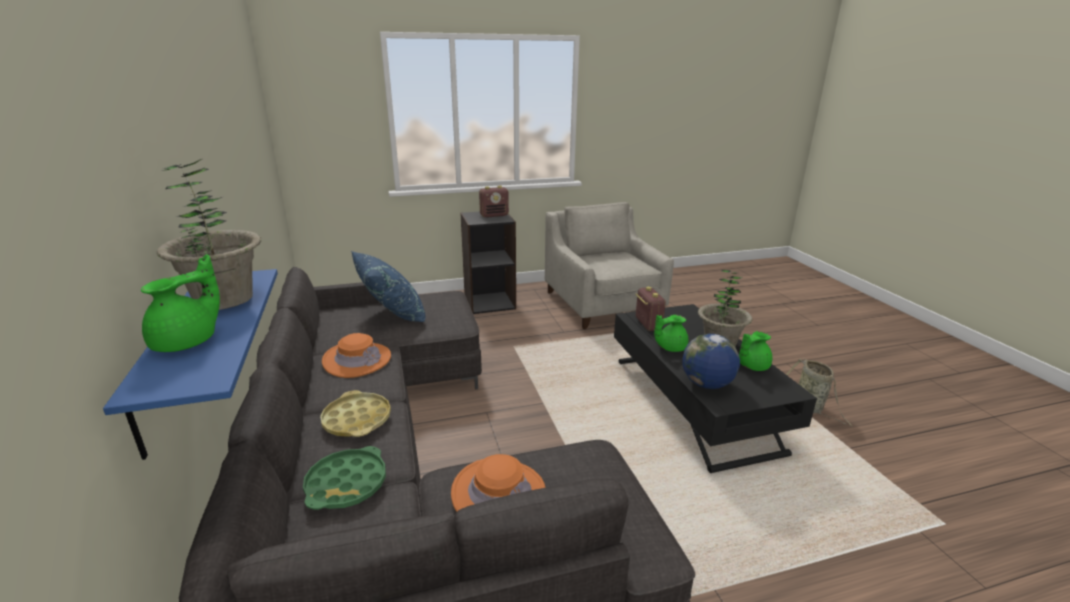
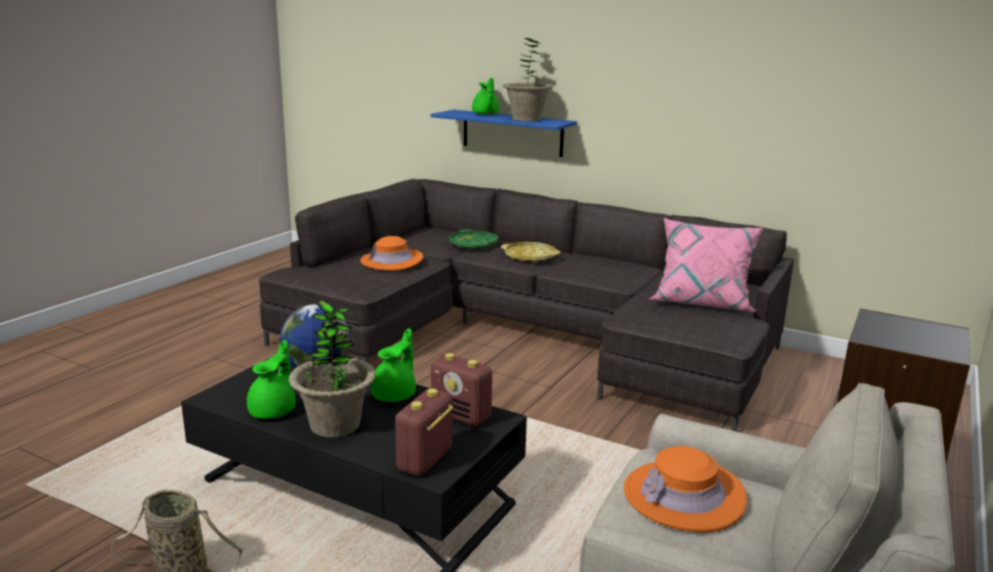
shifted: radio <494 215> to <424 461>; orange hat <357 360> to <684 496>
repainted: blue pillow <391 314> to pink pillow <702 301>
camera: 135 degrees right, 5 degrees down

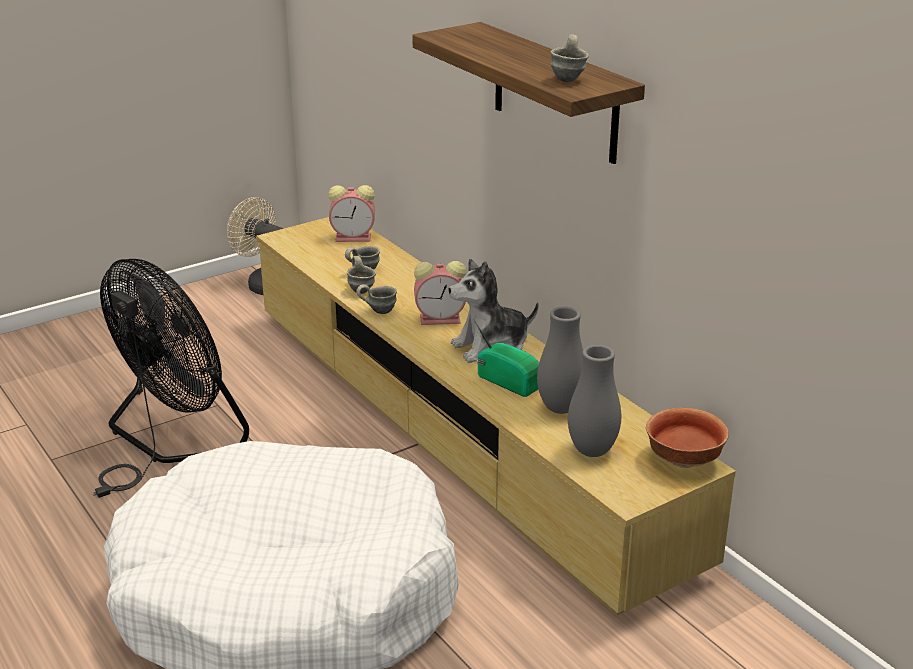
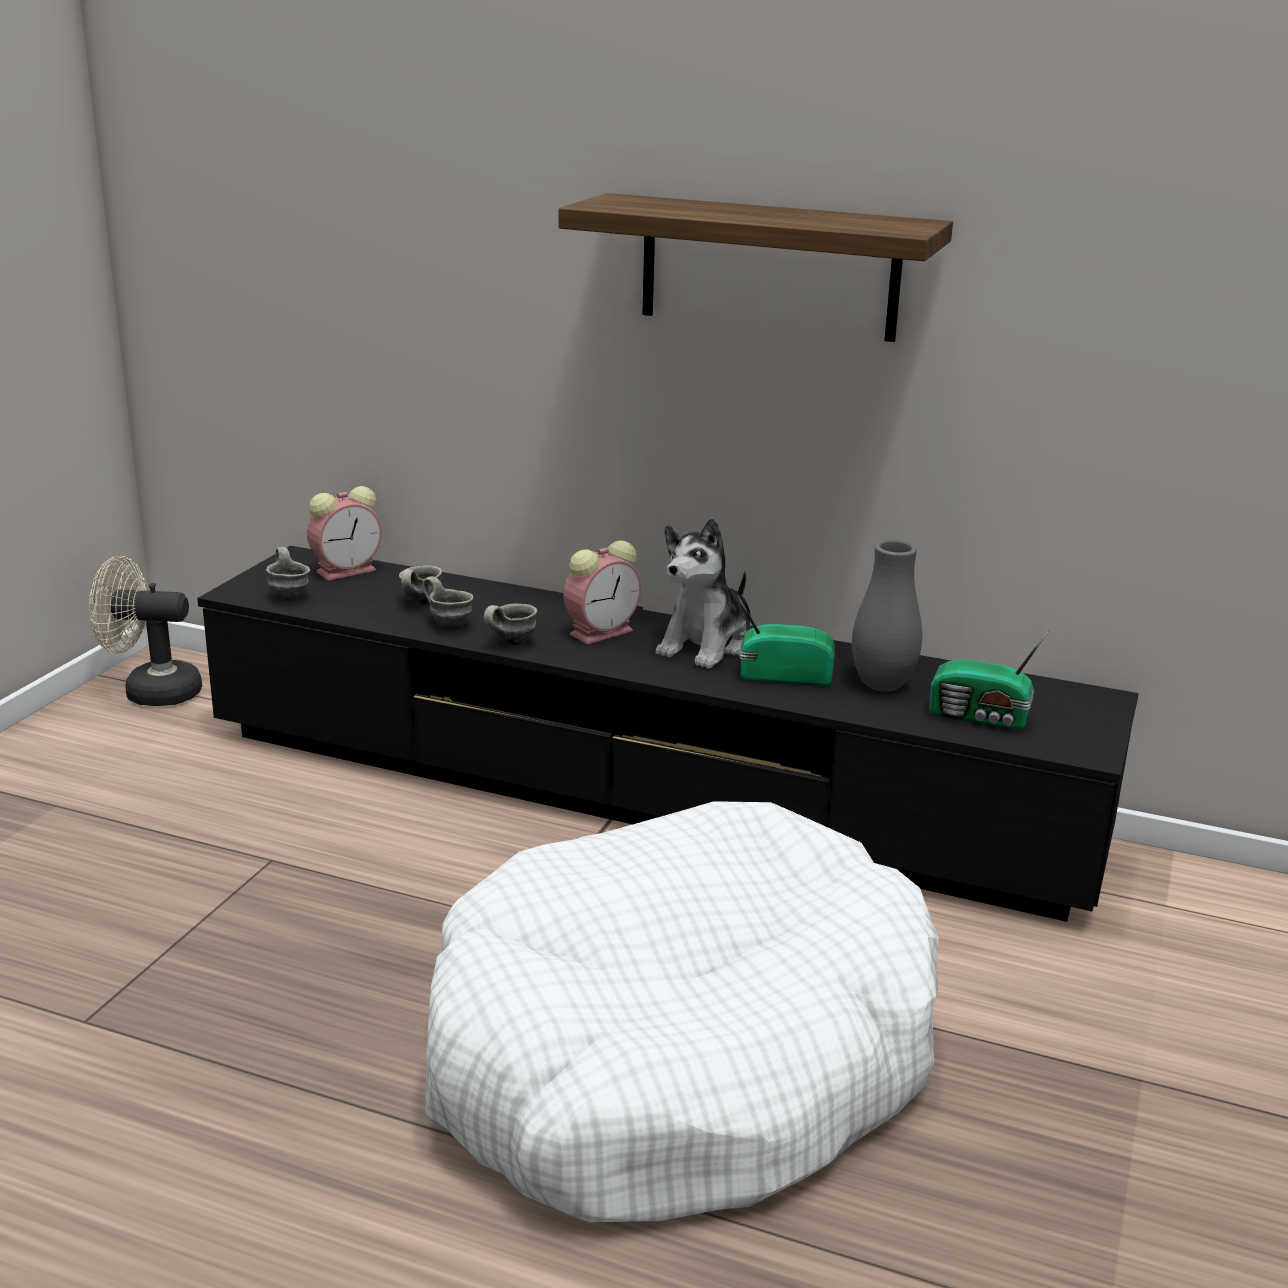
gone: black fan <160 438>; bowl <683 461>
shifted: grey mug <570 79> to <290 595>
swapped: grey vase <592 451> to radio <981 718>
repainted: beige tv stand <457 431> to black tv stand <640 790>
camera: 35 degrees left, 5 degrees down

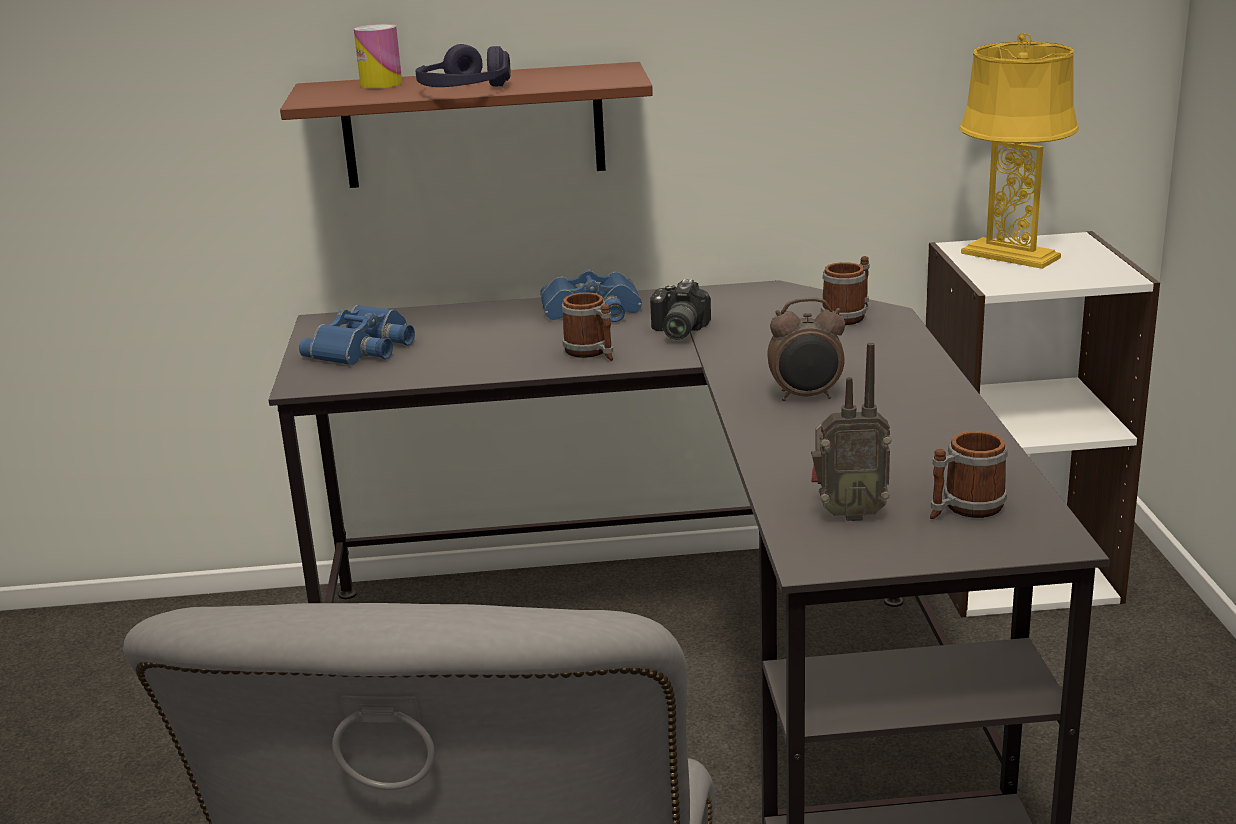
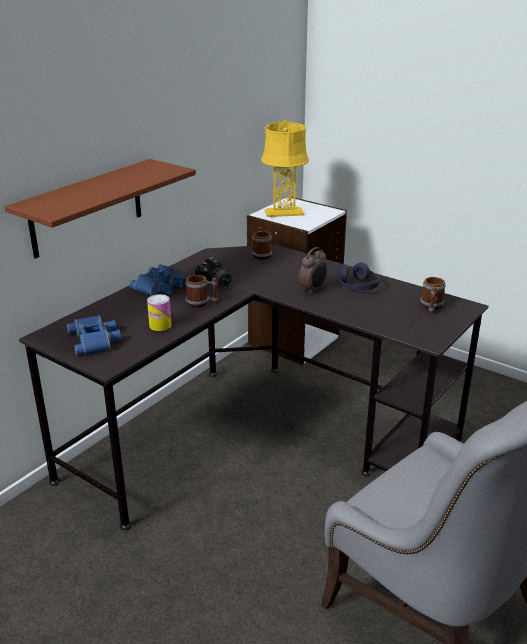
gone: radio <848 514>
shifted: can <381 84> to <160 325>; purple headphones <464 90> to <357 286>
camera: 50 degrees left, 5 degrees up

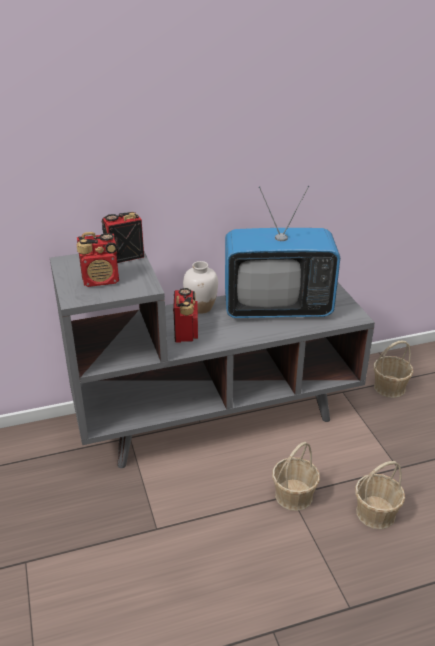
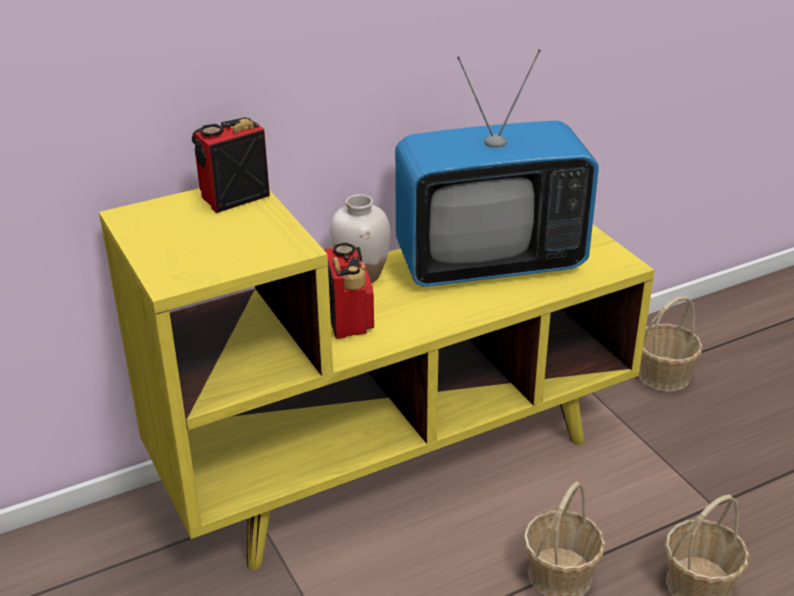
gone: radio <101 280>
repainted: grey tv stand <218 416> to yellow tv stand <399 458>
camera: 10 degrees left, 0 degrees up

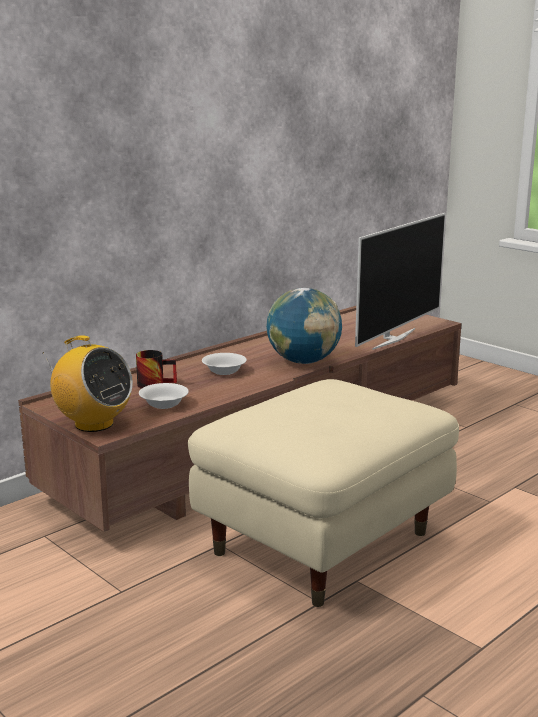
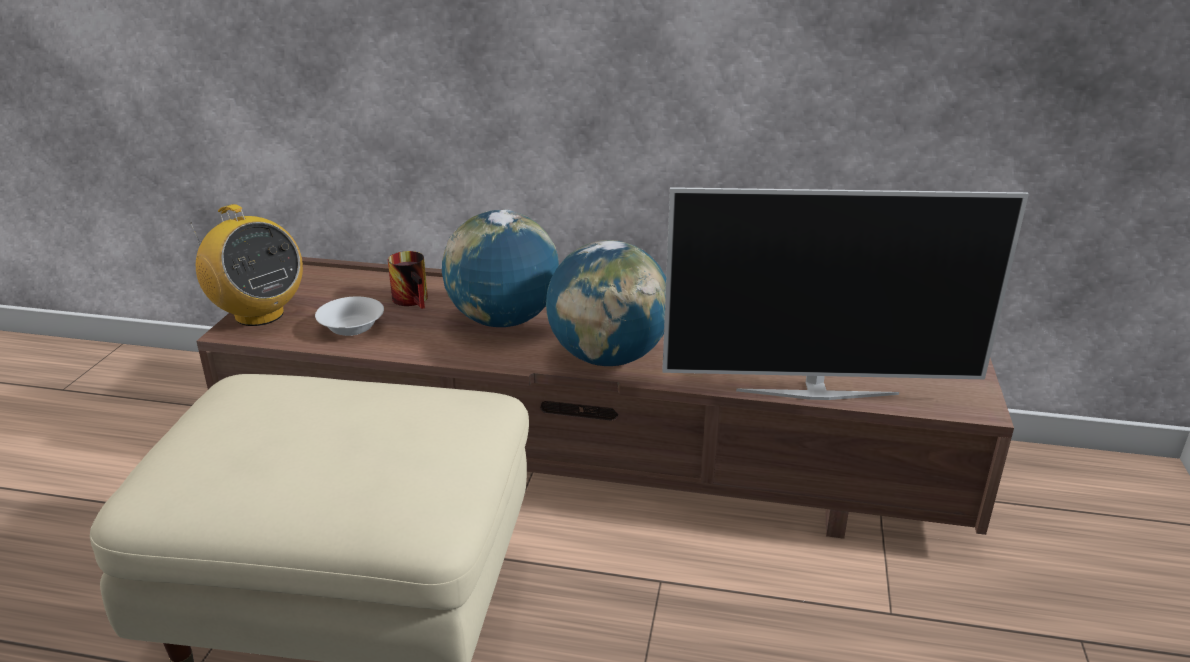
swapped: white bowl <223 371> to globe <503 321>
rotated: radio <93 424> = <258 314> 45 degrees counterclockwise
camera: 55 degrees right, 10 degrees up

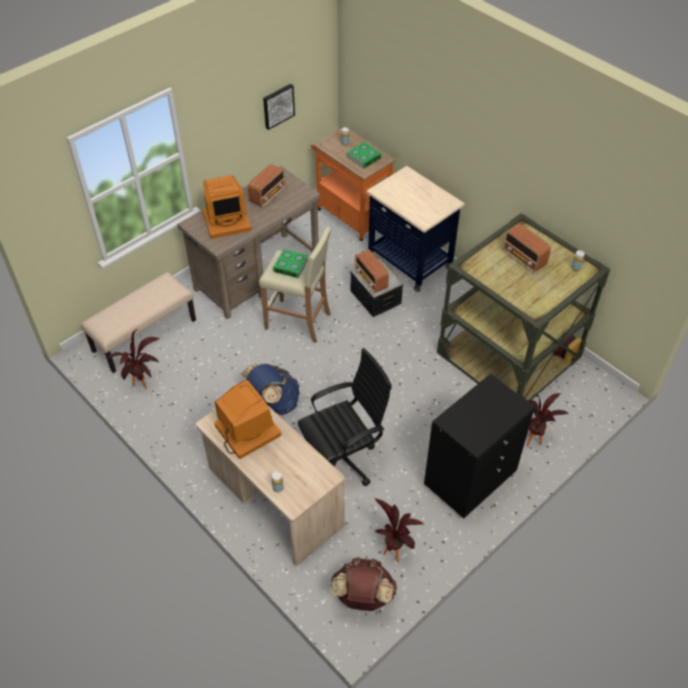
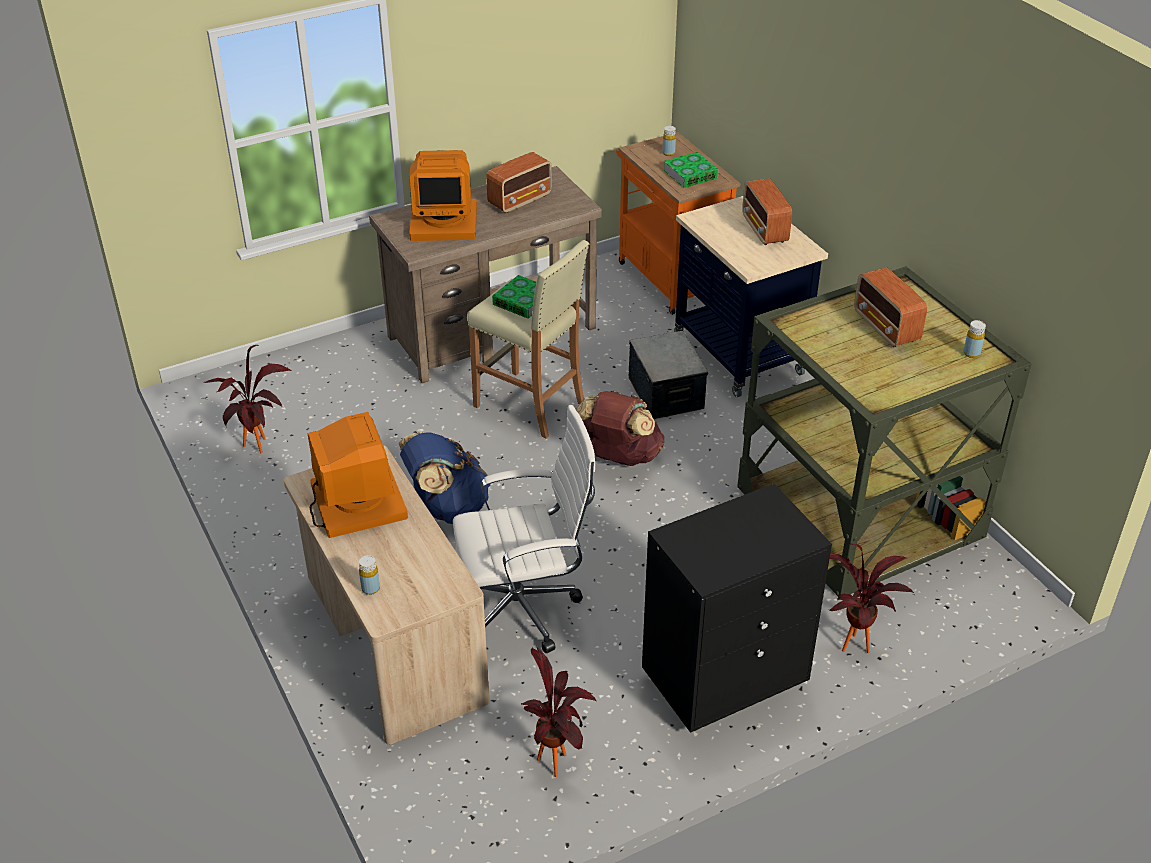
gone: beige bench <144 335>; picture <278 105>
shifted: brown backpack <363 596> to <619 457>; radio <371 280> to <764 230>
repainted: black office chair <343 460> to white office chair <524 609>
camera: 15 degrees right, 10 degrees down

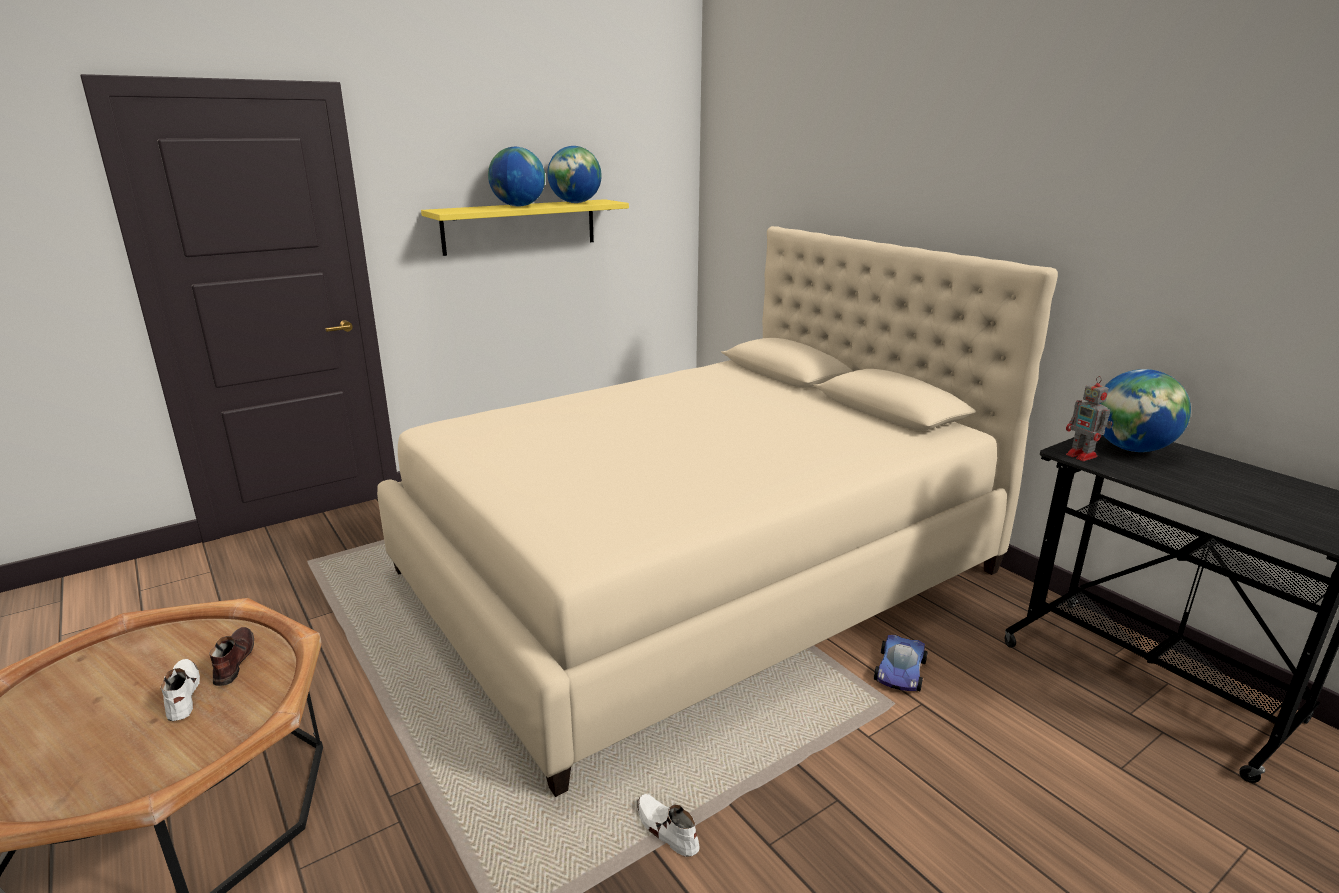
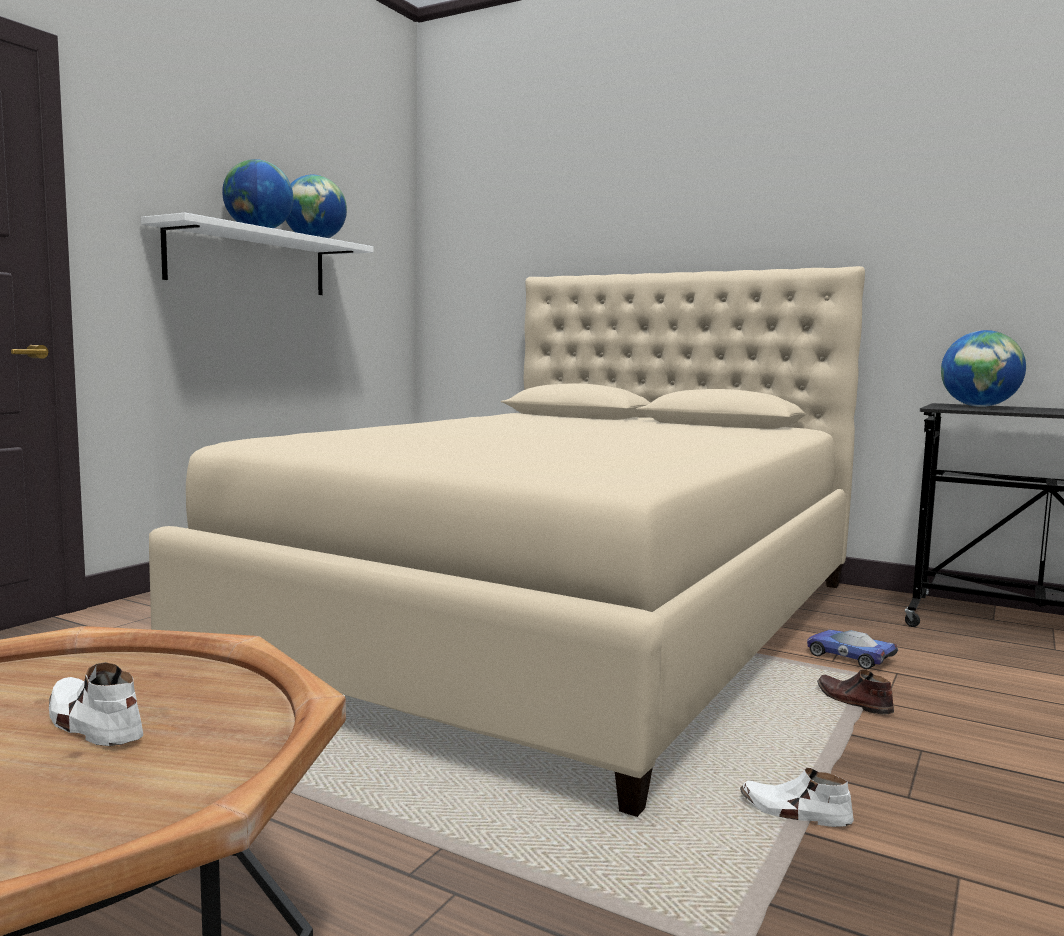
gone: toy robot <1083 456>
shifted: brown shoe <233 661> to <853 702>
repainted: yellow shelf <520 226> to white shelf <249 261>
rotated: toy car <900 671> = <848 656> 135 degrees clockwise
camera: 25 degrees left, 15 degrees down

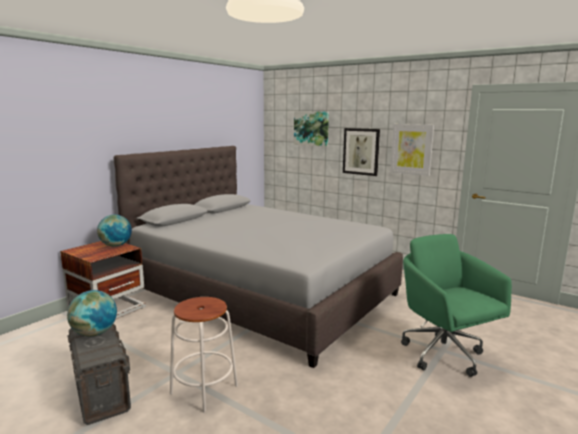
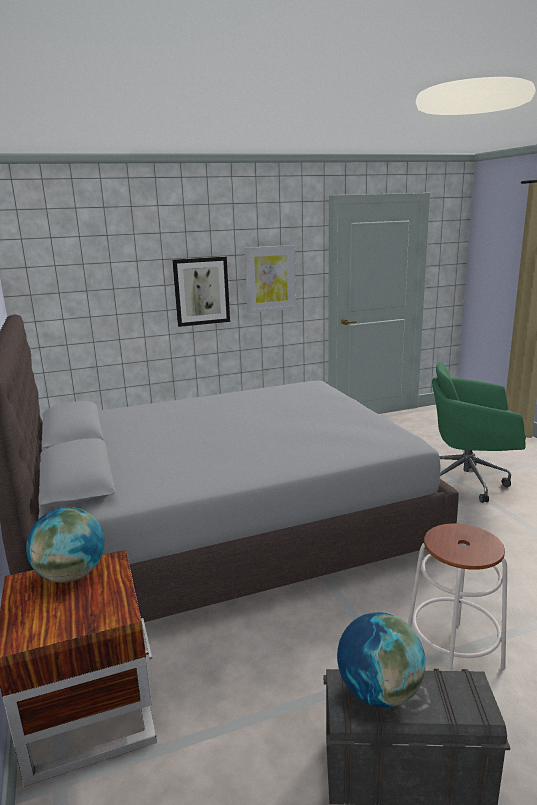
gone: picture <311 128>
camera: 55 degrees left, 5 degrees up

